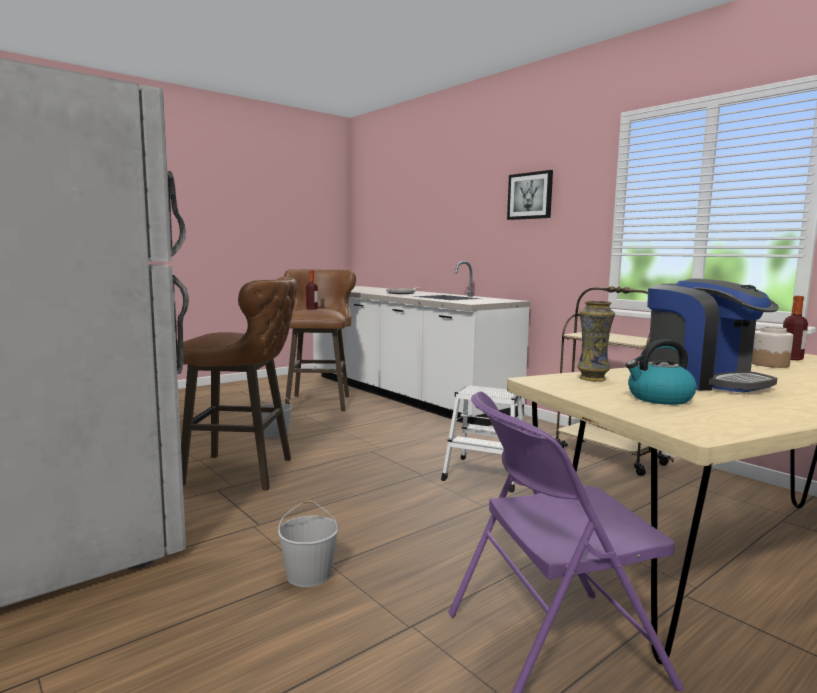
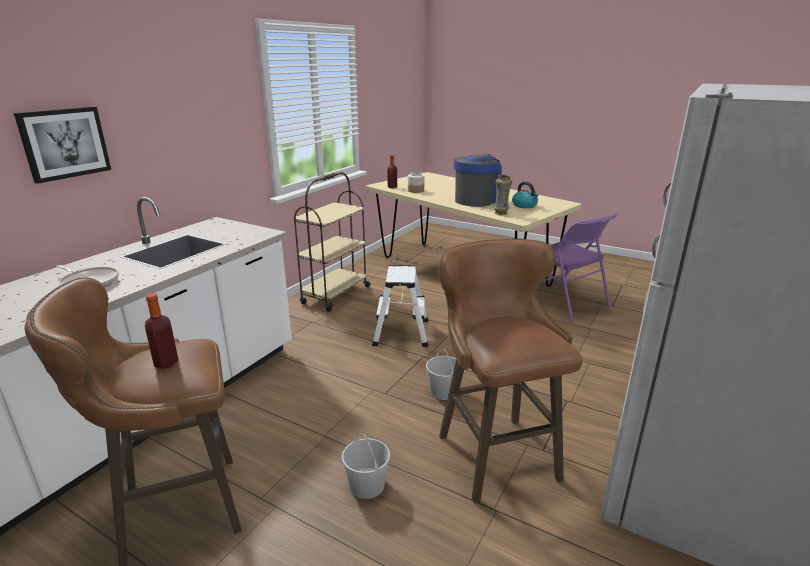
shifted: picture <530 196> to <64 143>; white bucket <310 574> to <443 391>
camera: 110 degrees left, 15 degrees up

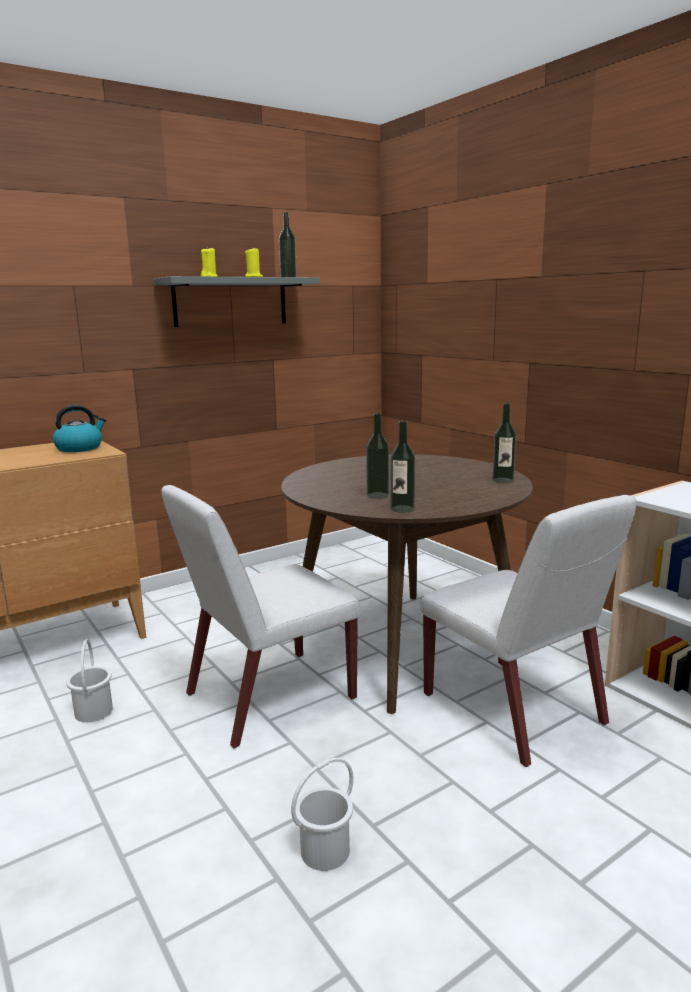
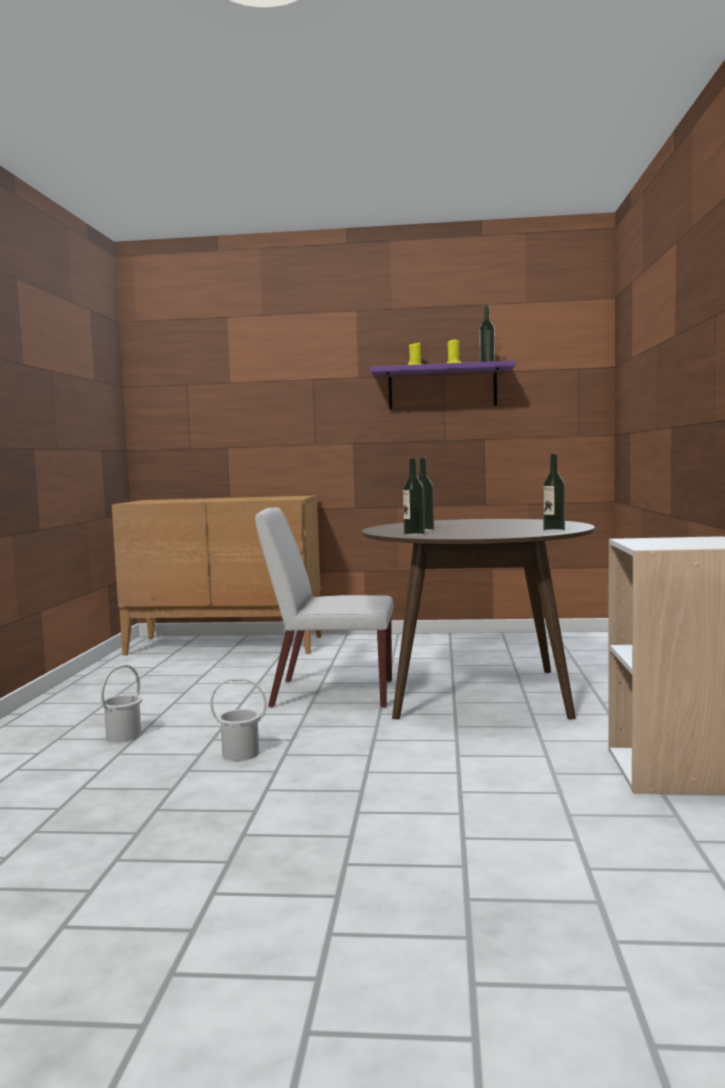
gone: kettle <80 448>; white chair <514 710>
shifted: white bucket <93 712> to <123 736>
repainted: grey shelf <230 302> to purple shelf <442 387>
camera: 40 degrees right, 10 degrees down

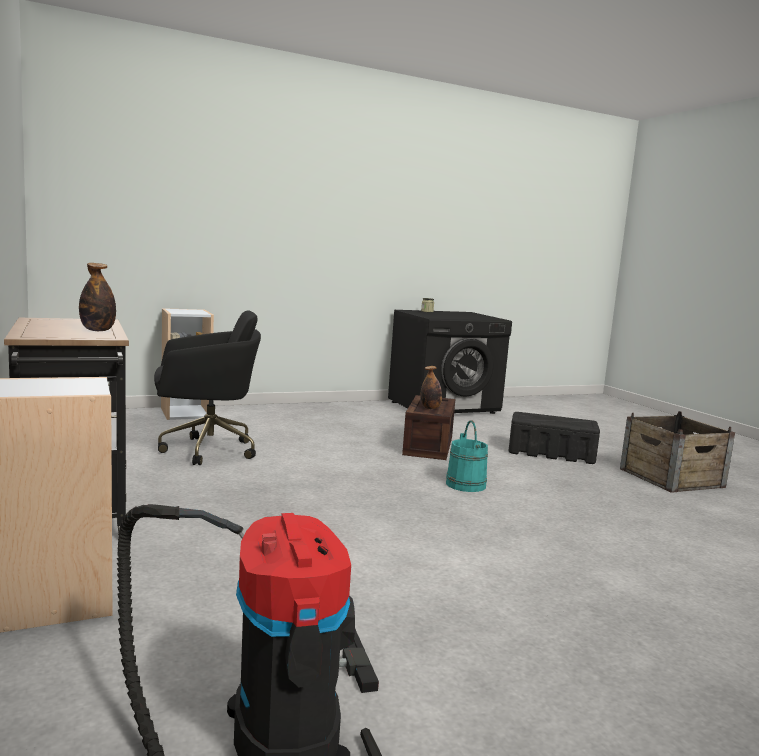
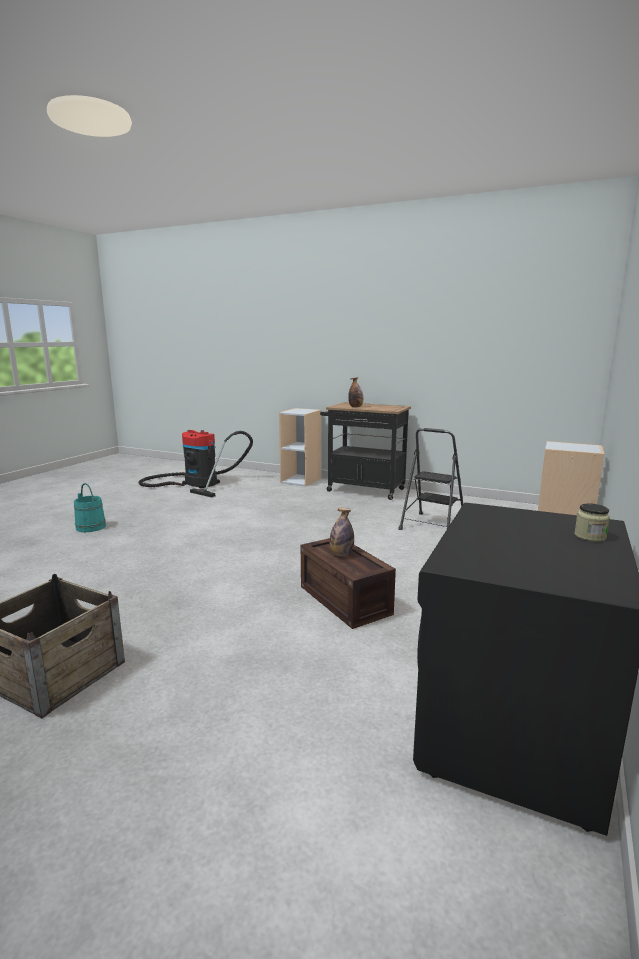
gone: black storage box <551 453>
shifted: turquoise bucket <465 484> to <91 527>
swapped: black office chair <204 451> to black step ladder <432 526>
camera: 140 degrees right, 5 degrees up

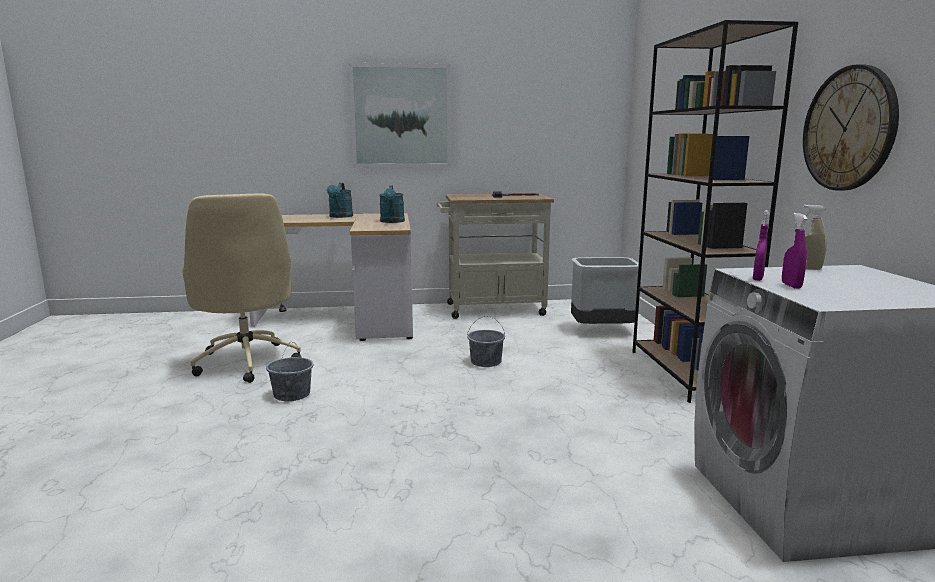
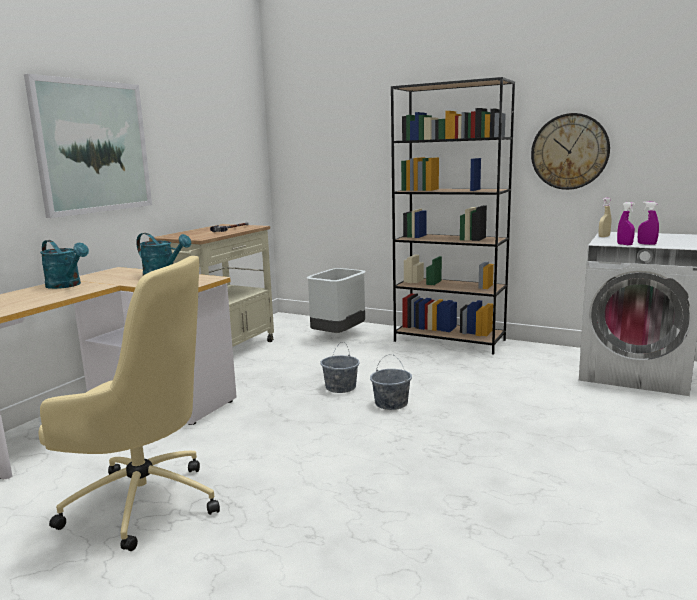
shifted: grey bucket <292 394> to <391 403>
camera: 55 degrees left, 0 degrees up

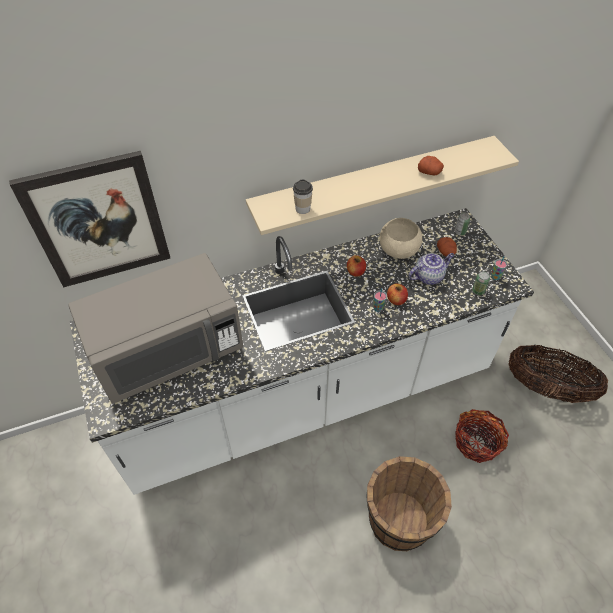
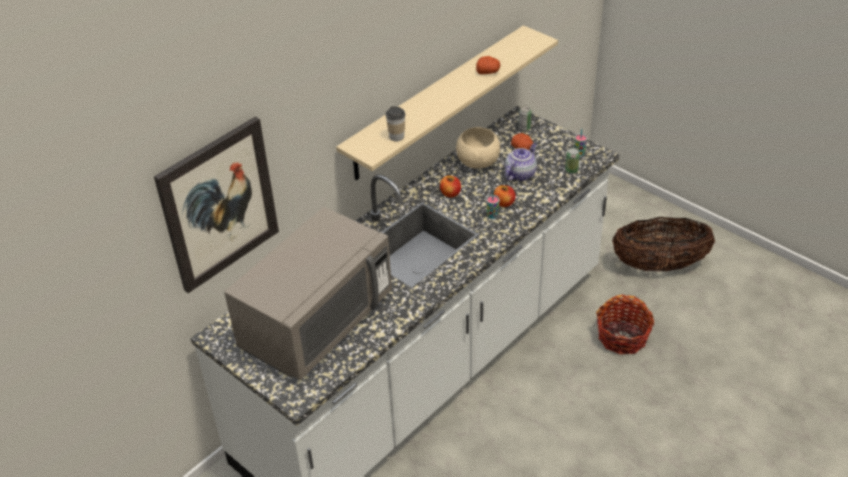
gone: brown bucket <399 519>
camera: 25 degrees left, 10 degrees down

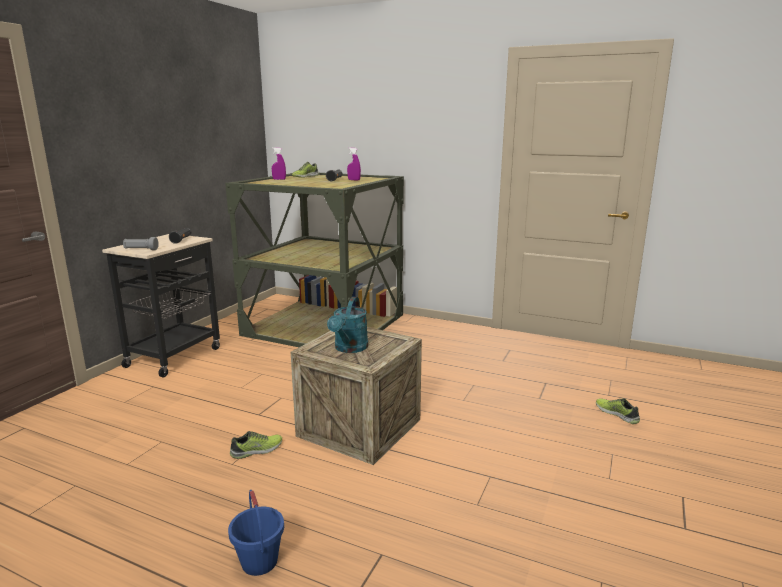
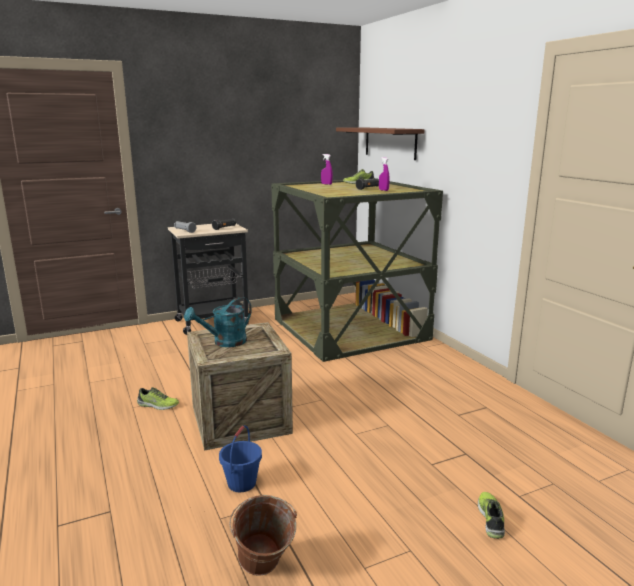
new: brown bucket <263 572>; shelf <390 142>
shifted: blue bucket <259 561> to <241 483>
camera: 40 degrees right, 0 degrees up

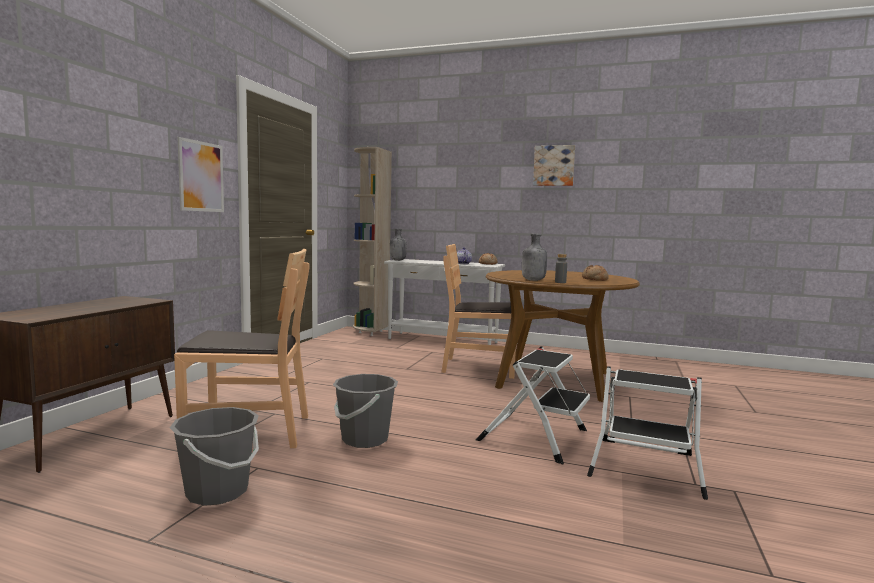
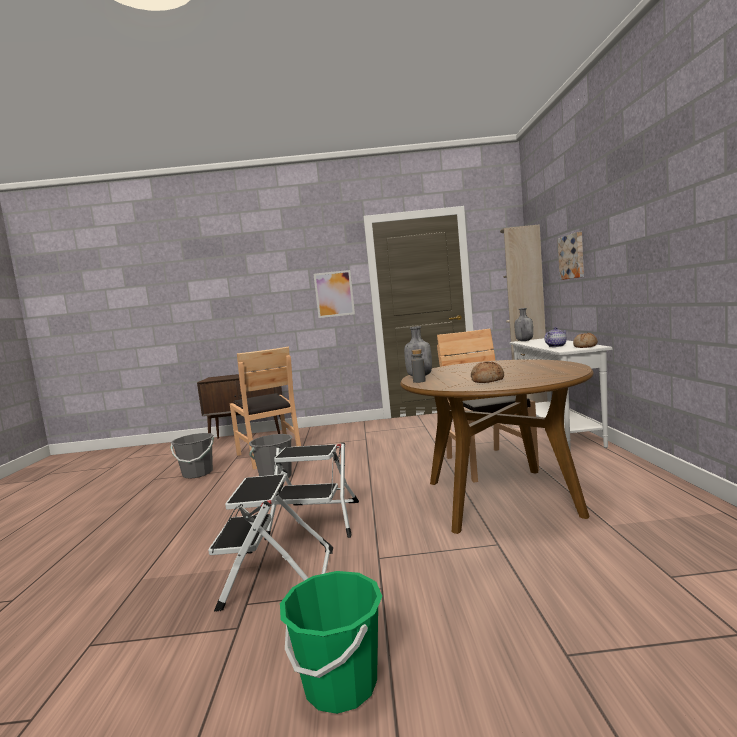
new: green bucket <340 684>
shifted: picture <554 166> to <572 256>
camera: 70 degrees right, 0 degrees up

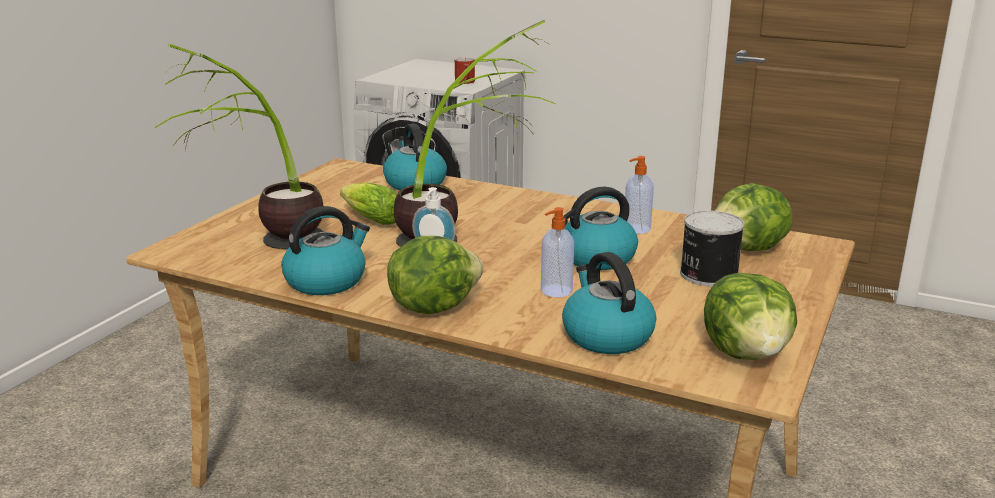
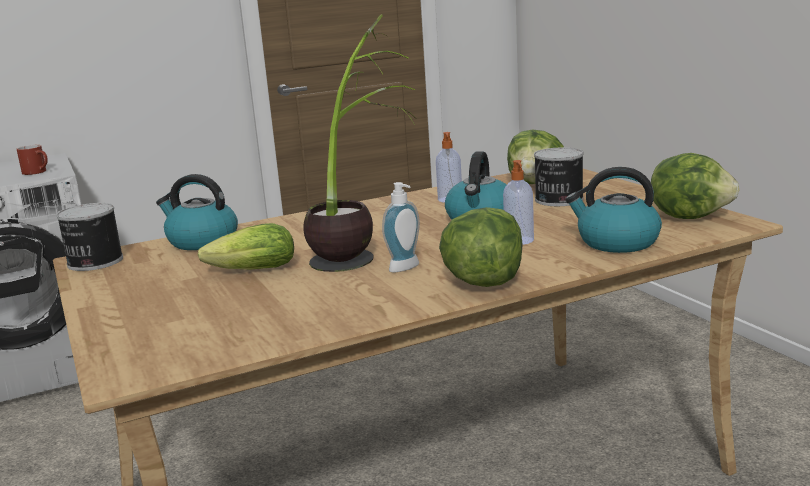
gone: potted plant <264 249>; kettle <326 280>
new: can <94 262>
camera: 50 degrees left, 5 degrees down

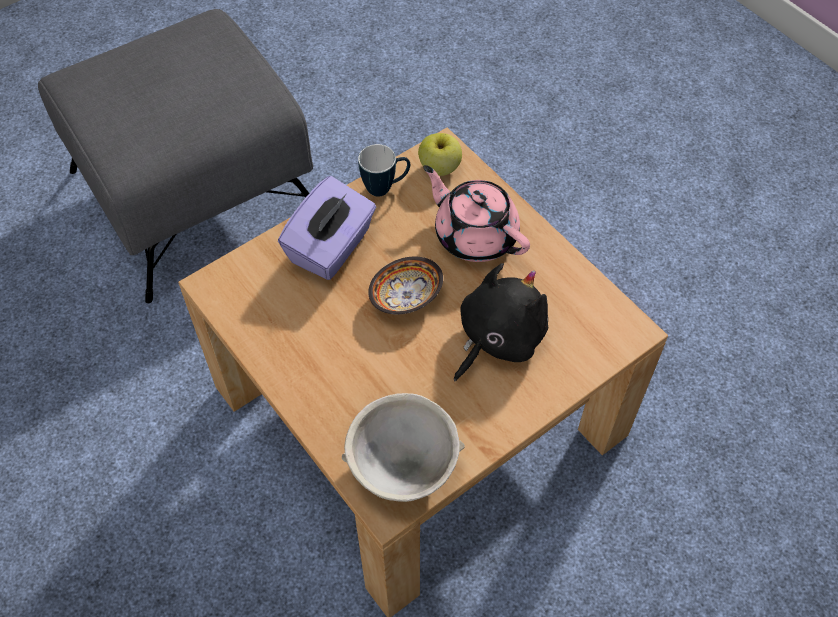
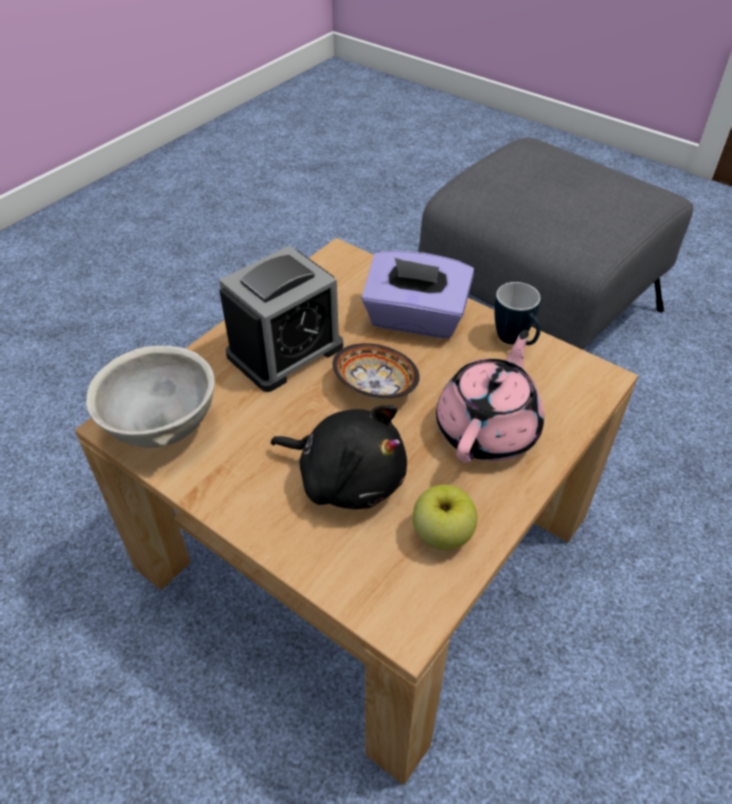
new: alarm clock <285 351>
shifted: apple <439 168> to <442 534>
camera: 75 degrees right, 10 degrees down

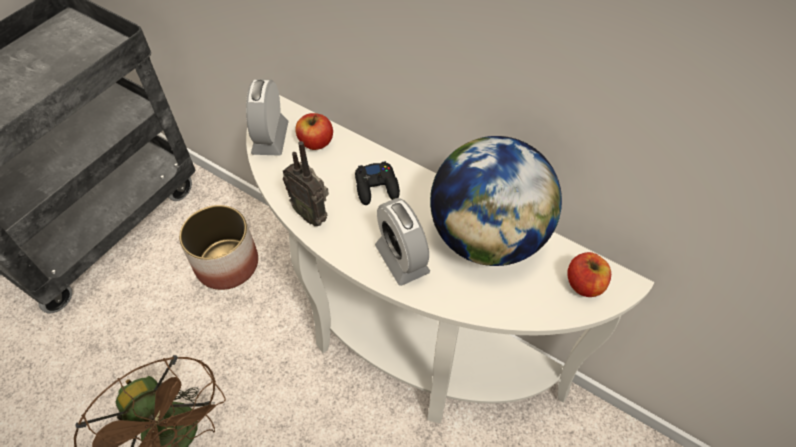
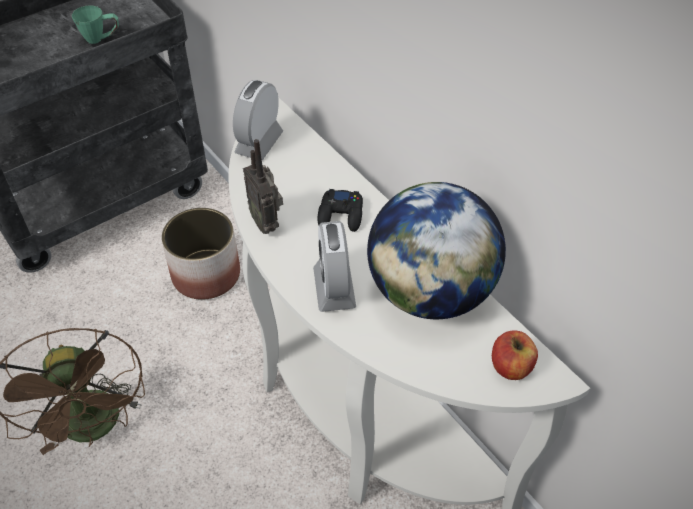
gone: apple <316 142>
new: green mug <101 39>
camera: 20 degrees right, 5 degrees down

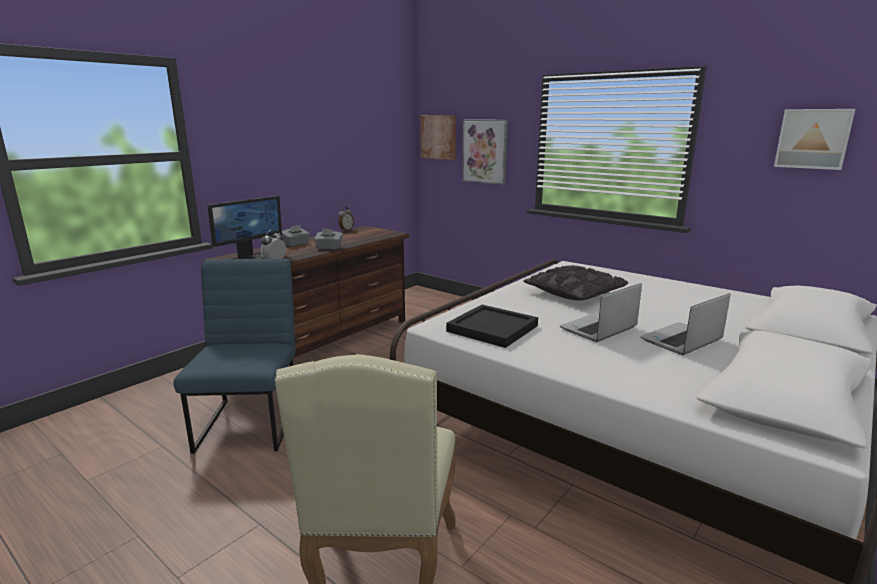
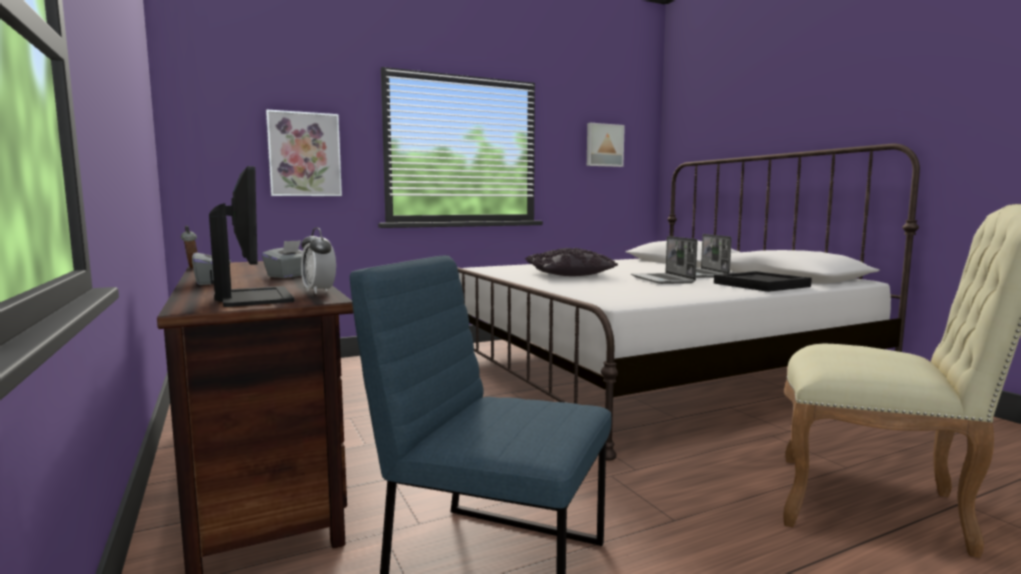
gone: picture <438 137>
shifted: black tray <491 328> to <761 285>
camera: 65 degrees left, 10 degrees down

